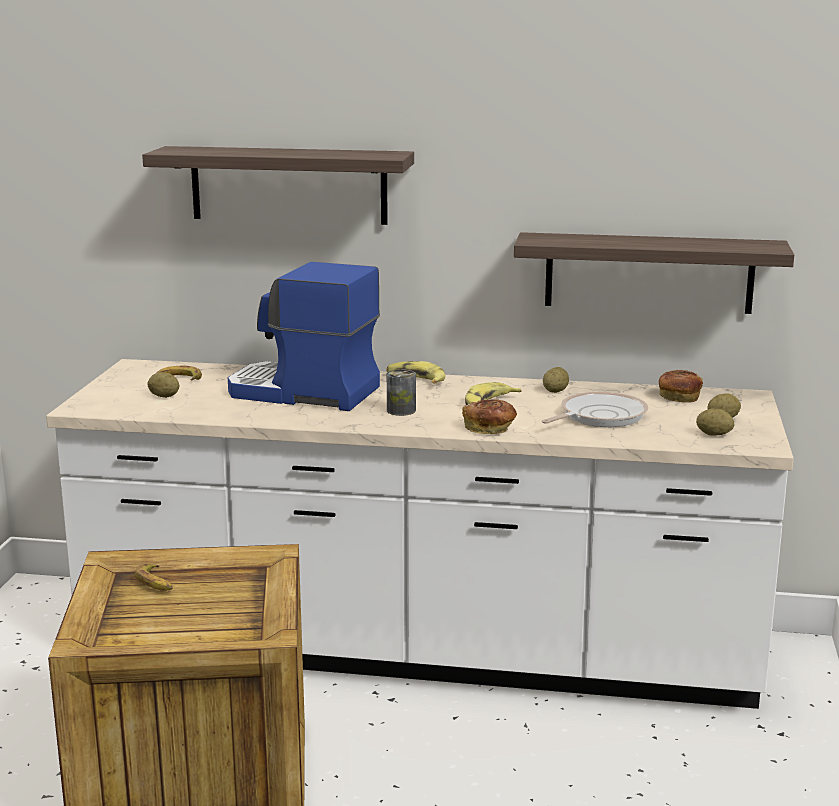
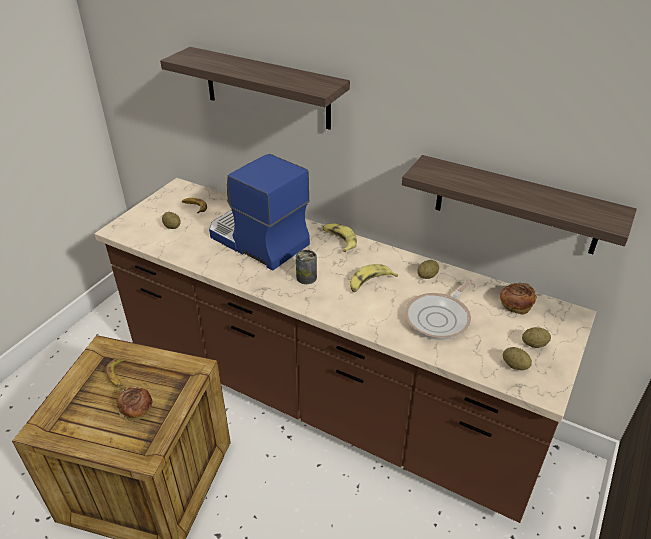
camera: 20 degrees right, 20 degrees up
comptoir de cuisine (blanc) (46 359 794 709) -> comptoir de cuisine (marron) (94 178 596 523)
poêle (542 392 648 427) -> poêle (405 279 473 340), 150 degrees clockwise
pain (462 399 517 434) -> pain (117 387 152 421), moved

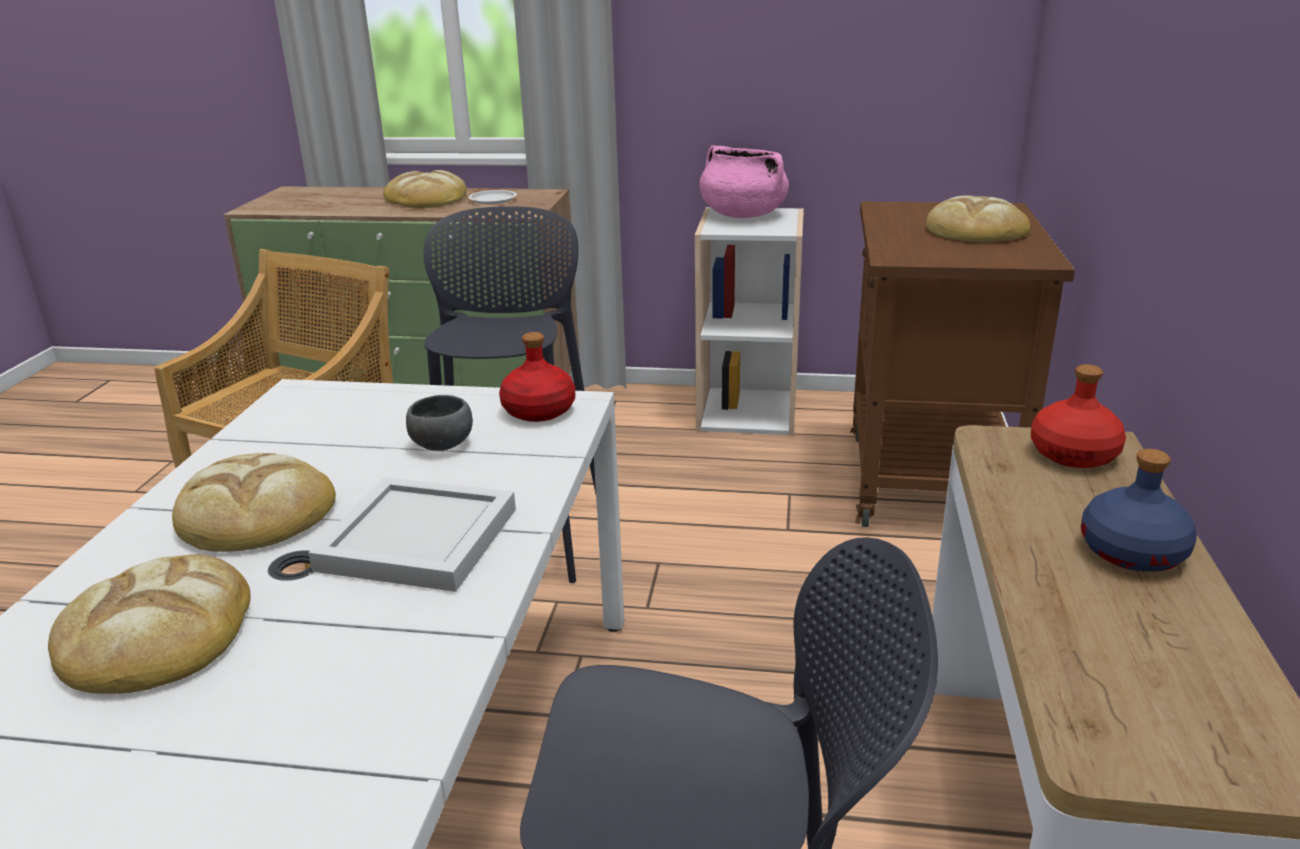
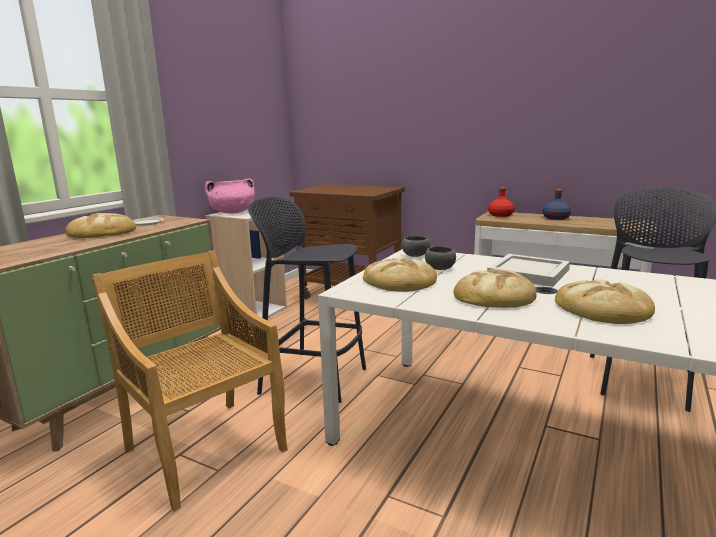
camera: 70 degrees left, 10 degrees down
pain (926 195 1030 242) -> pain (363 257 437 292), moved
bouteille (rouge) (499 332 575 422) -> bol (gris) (402 236 430 257)

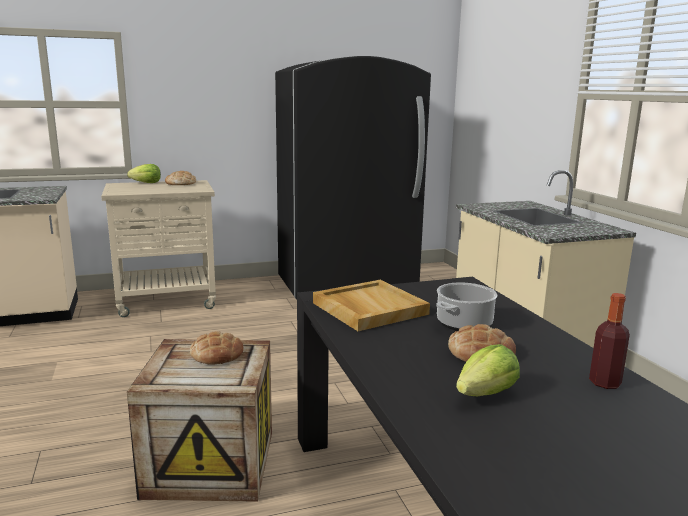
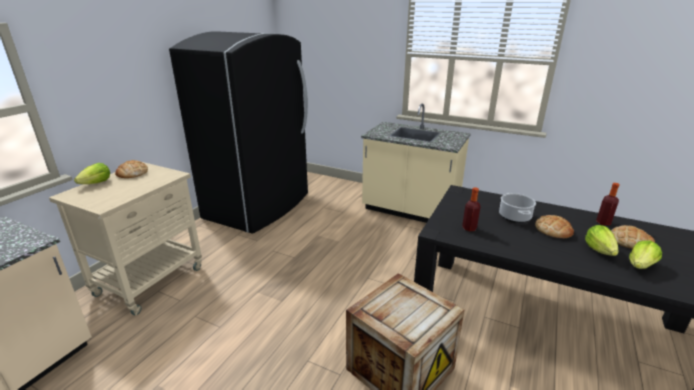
camera: 45 degrees left, 10 degrees up
plateau (beige) (313 280 430 331) -> bouteille (462 187 481 231)
pain (190 331 244 365) -> pain (611 225 655 249), moved
none -> laitue (629 241 662 269)

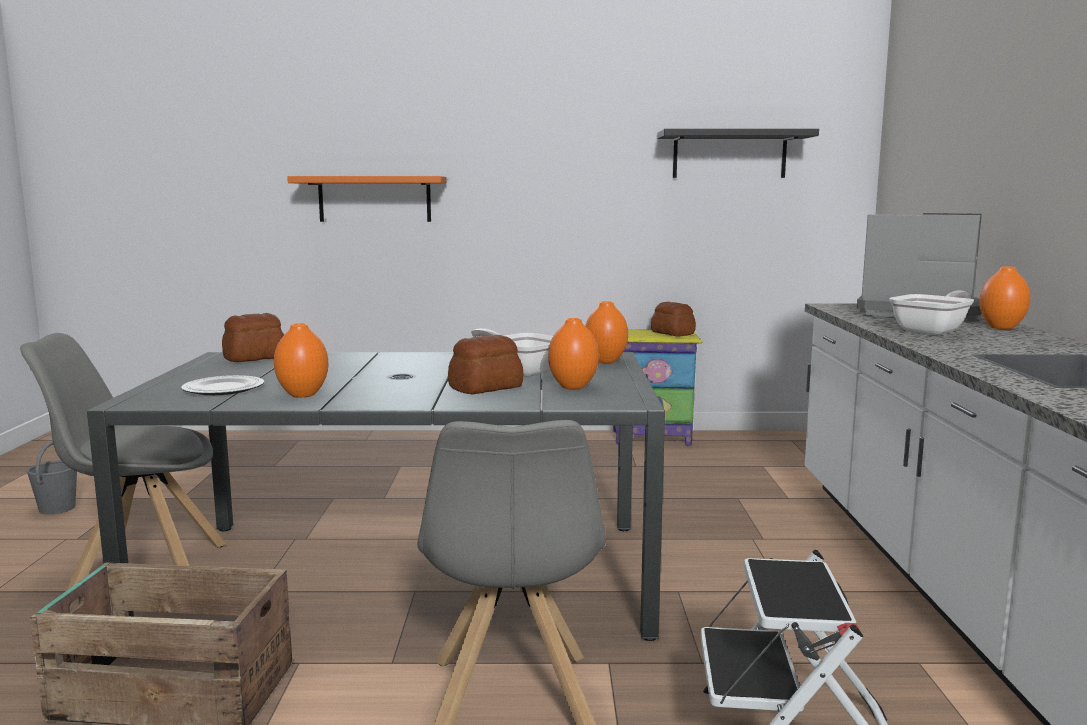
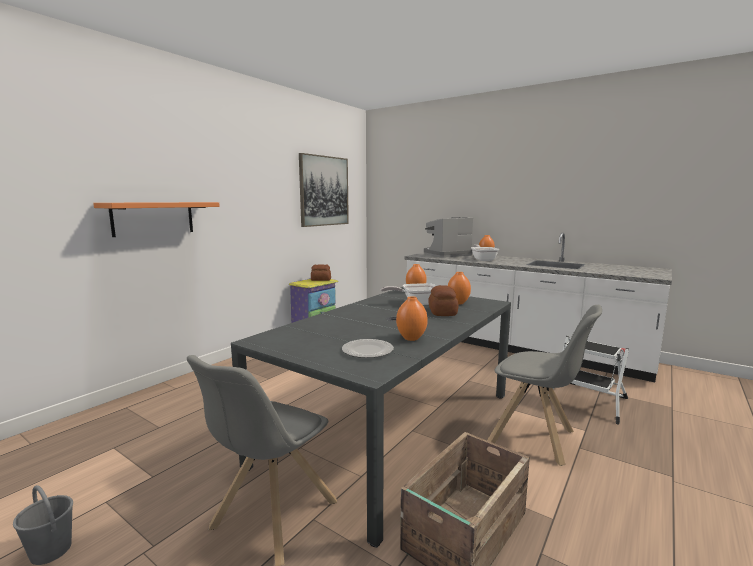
camera: 55 degrees left, 0 degrees up
étagère (noir) (657 129 819 178) -> tableau (299 153 349 227)
pain (222 313 284 362) -> none

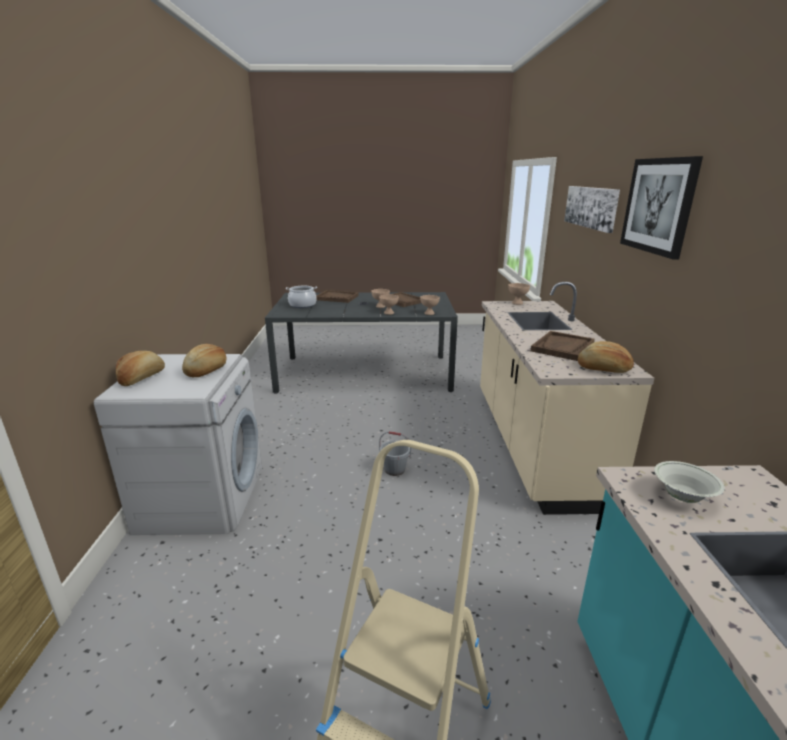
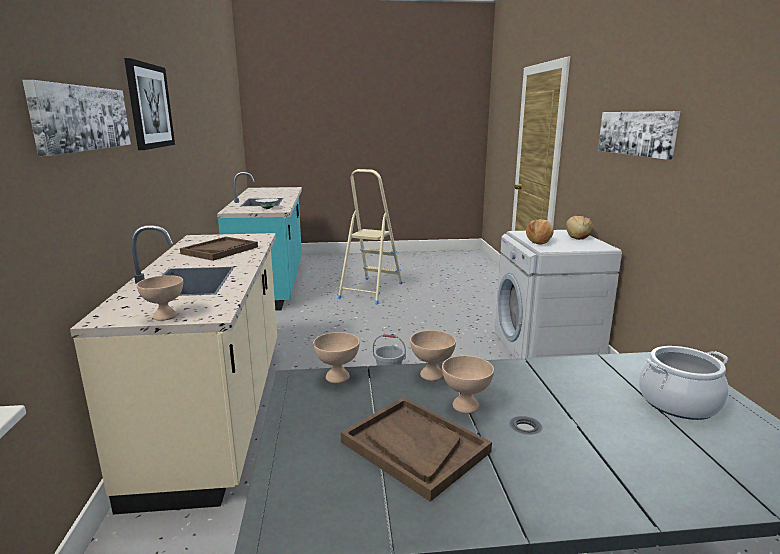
camera: 175 degrees right, 5 degrees down
plateau (marron) (316 290 359 303) -> none
pain (578 341 634 373) -> none
none -> tableau (598 111 681 160)

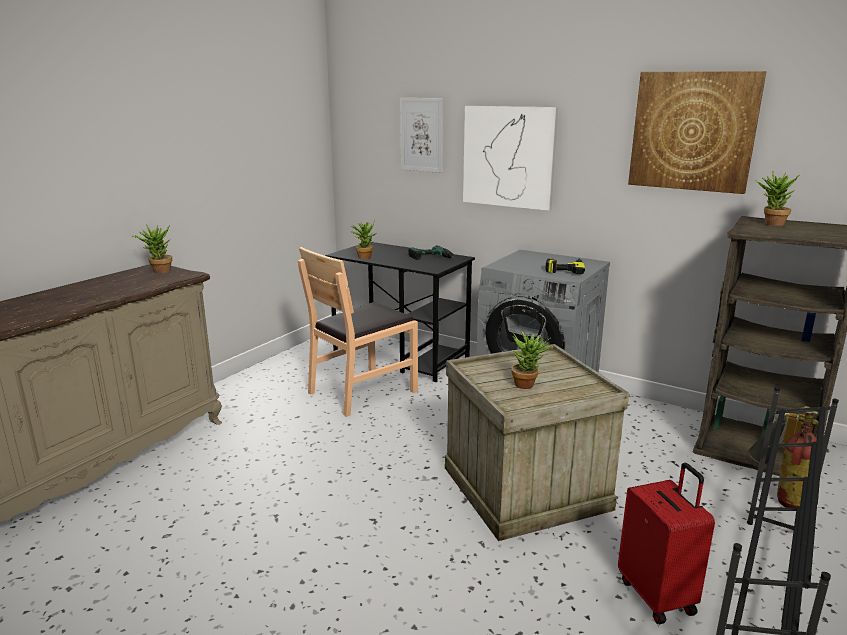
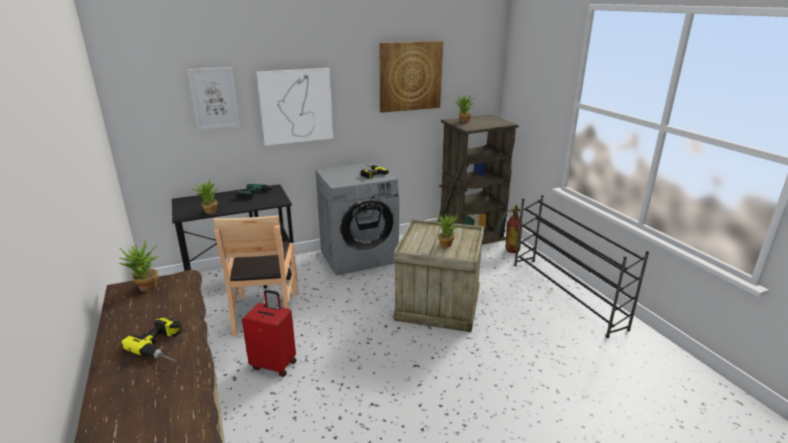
camera: 55 degrees left, 5 degrees up
valise (rouge) (618 463 715 624) -> valise (rouge) (242 290 296 377), moved
none -> perceuse (121 317 182 362)

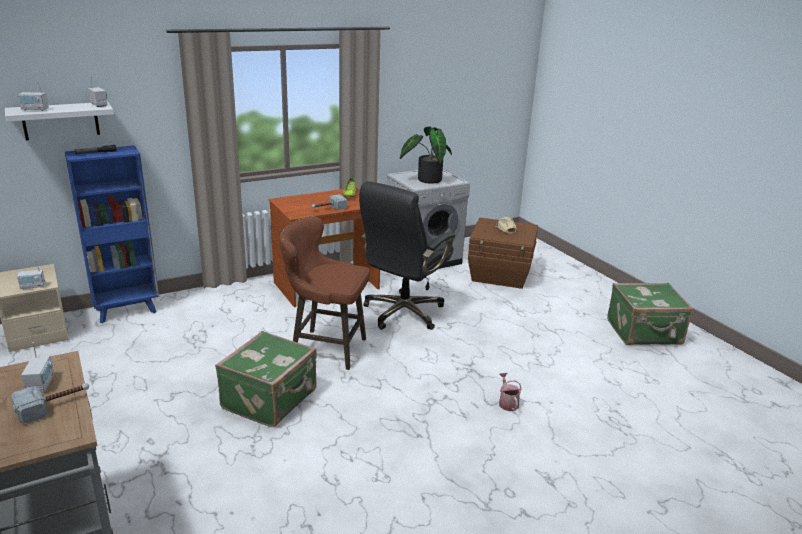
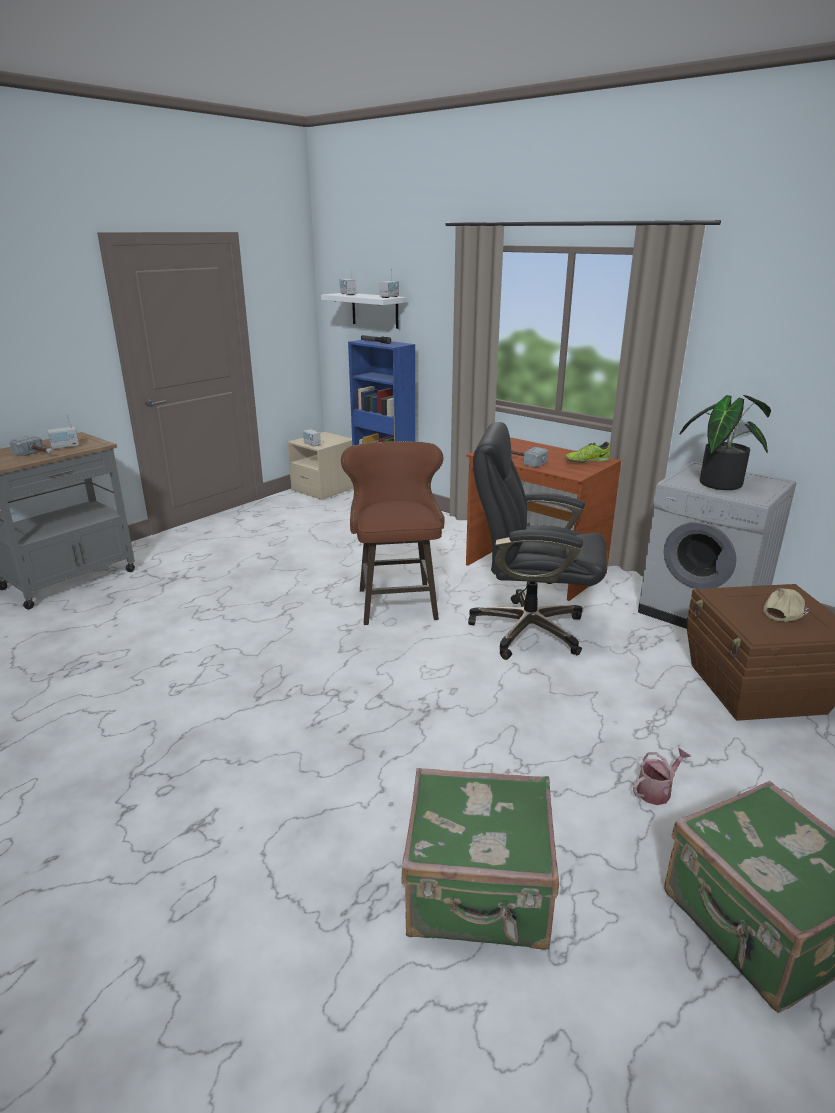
camera: 70 degrees right, 0 degrees up
valise (vert) (215 331 317 427) -> valise (vert) (401 768 559 950), moved
arrosoir (499 373 522 411) -> arrosoir (633 748 691 805), moved

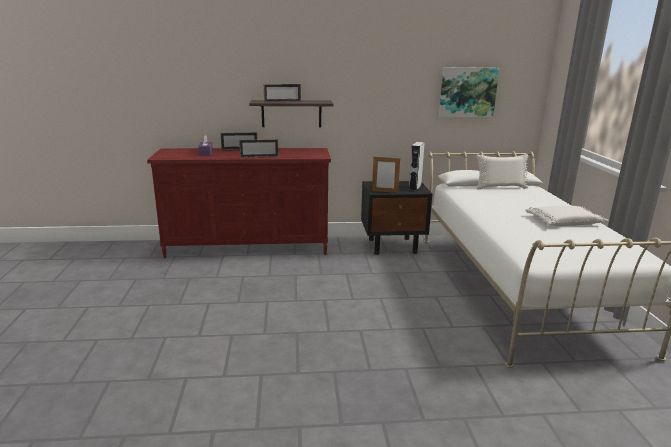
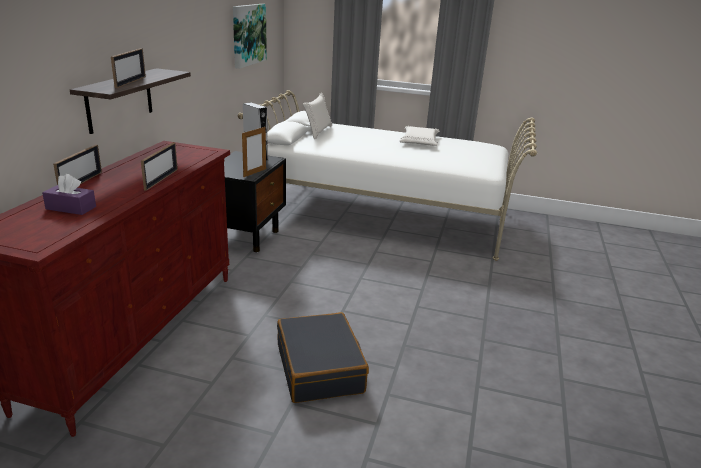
camera: 70 degrees left, 5 degrees up
none -> valise (noir) (277 312 369 403)

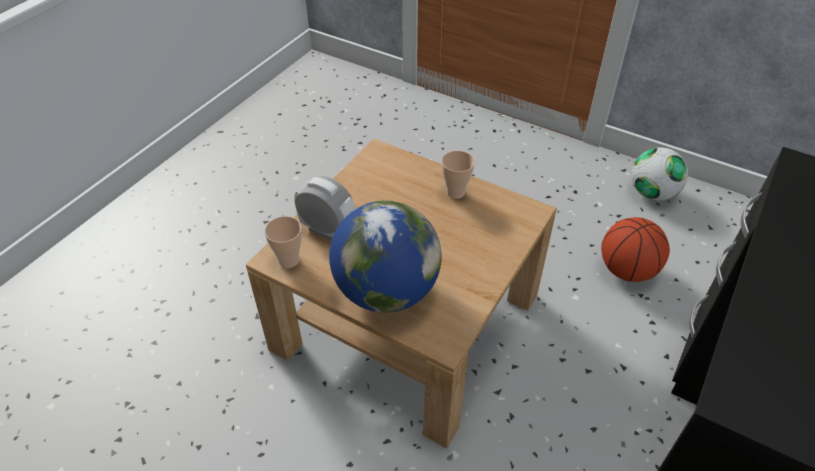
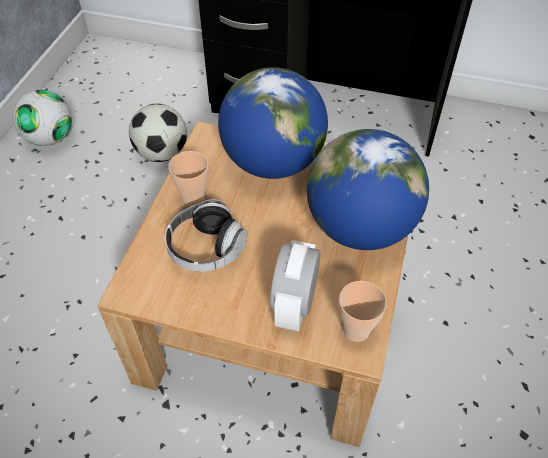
camera: 105 degrees left, 5 degrees up
ballon de basket (601 217 670 282) -> ballon de foot (129 104 187 162)
none -> globe (218 67 328 179)
none -> casque audio (165 199 247 272)

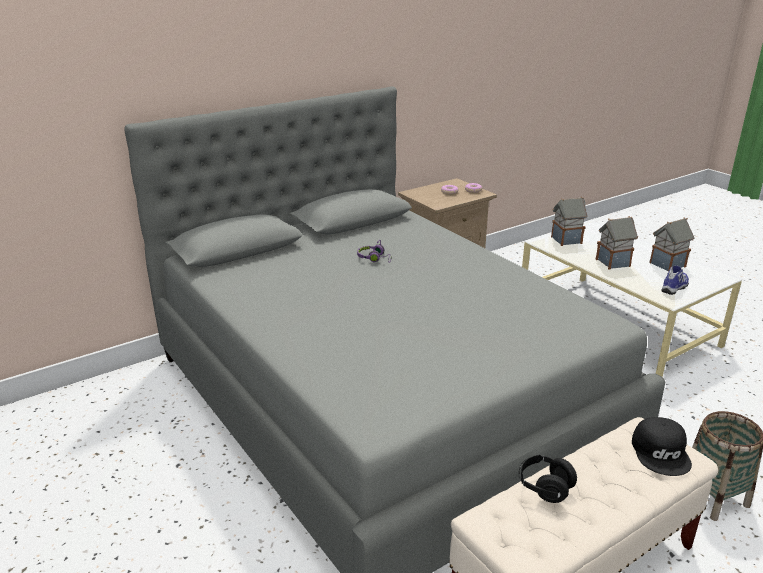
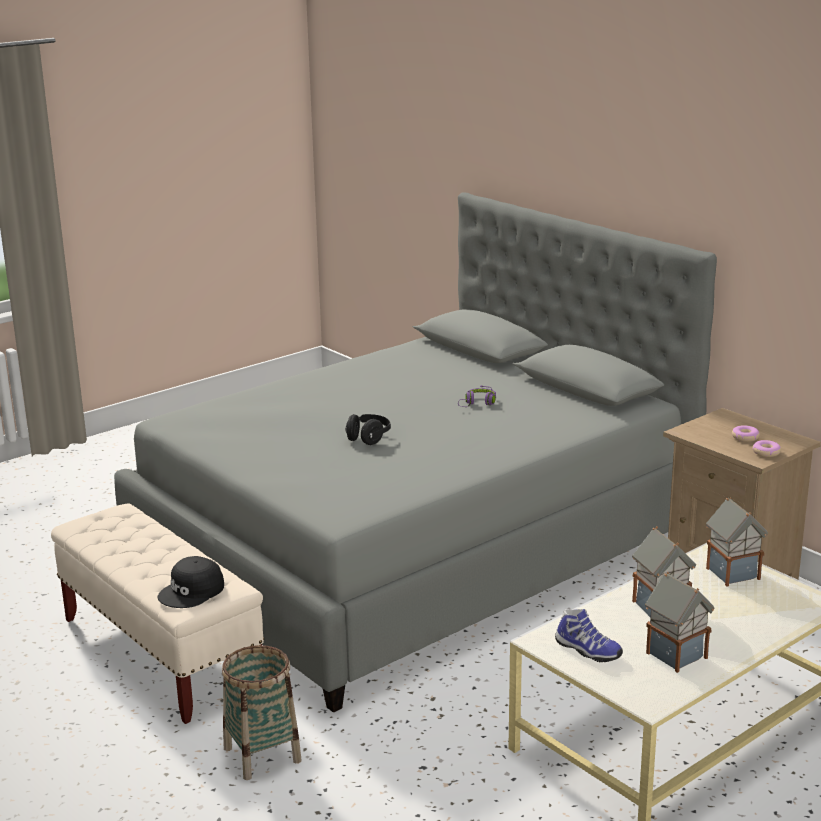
camera: 85 degrees right, 5 degrees down
casquette (noir) (632 417 692 476) -> casquette (noir) (158 556 224 608), 45 degrees counterclockwise
casque audio (noir) (519 455 578 503) -> casque audio (noir) (345 414 391 445), moved

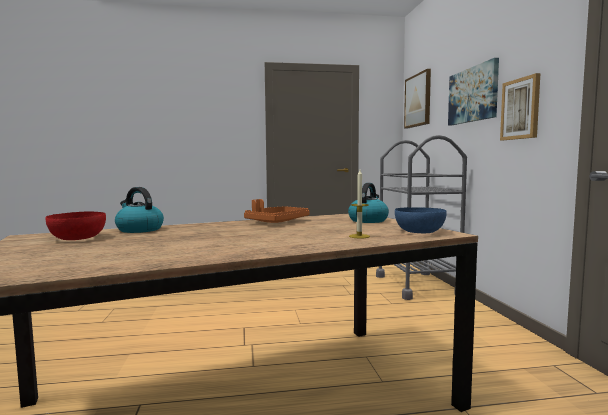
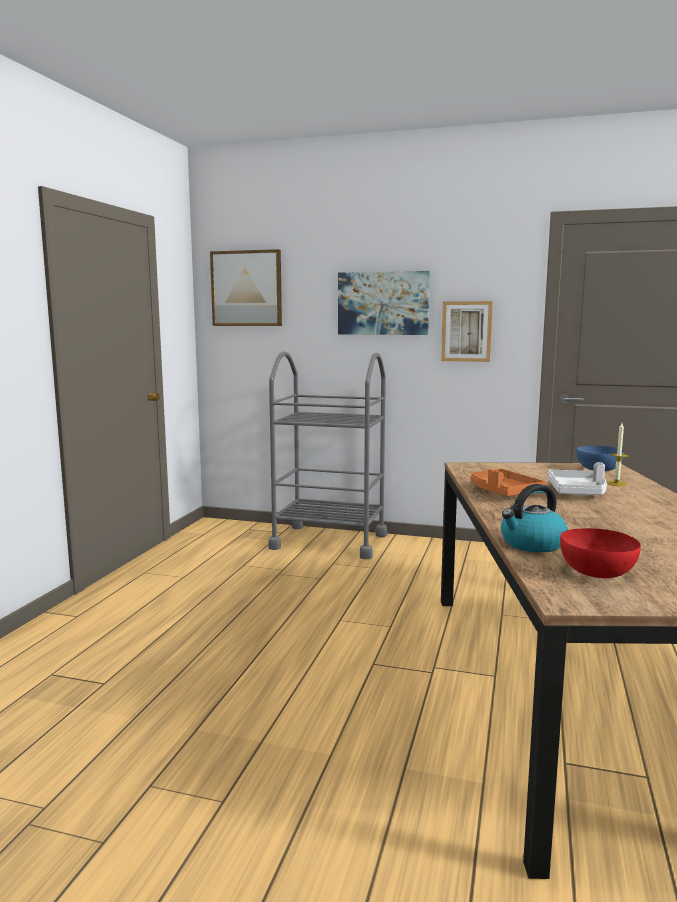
camera: 65 degrees left, 5 degrees up
bouilloire (348 183 389 223) -> none
none -> plateau (blanc) (547 462 607 496)

